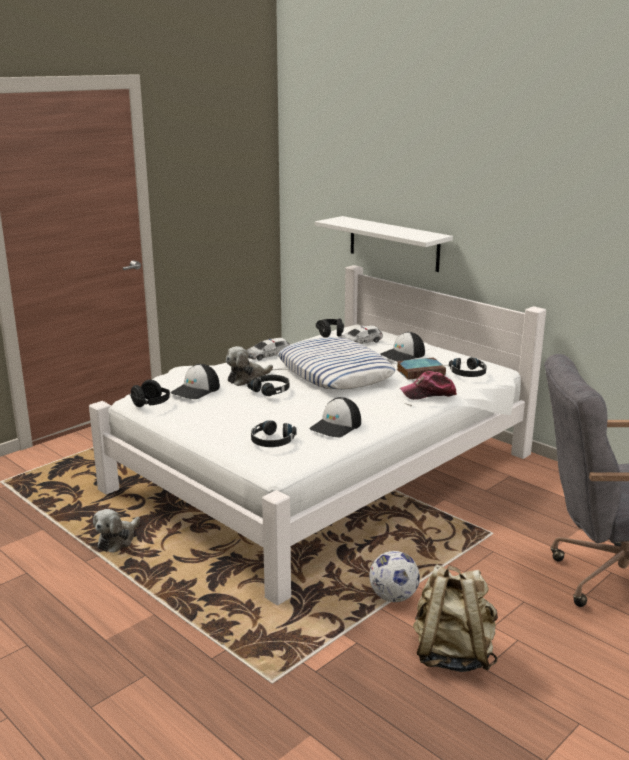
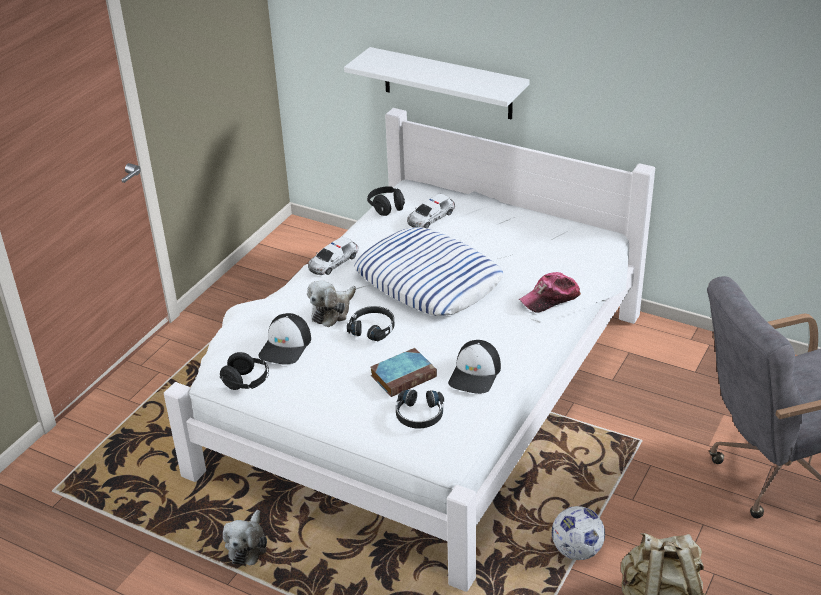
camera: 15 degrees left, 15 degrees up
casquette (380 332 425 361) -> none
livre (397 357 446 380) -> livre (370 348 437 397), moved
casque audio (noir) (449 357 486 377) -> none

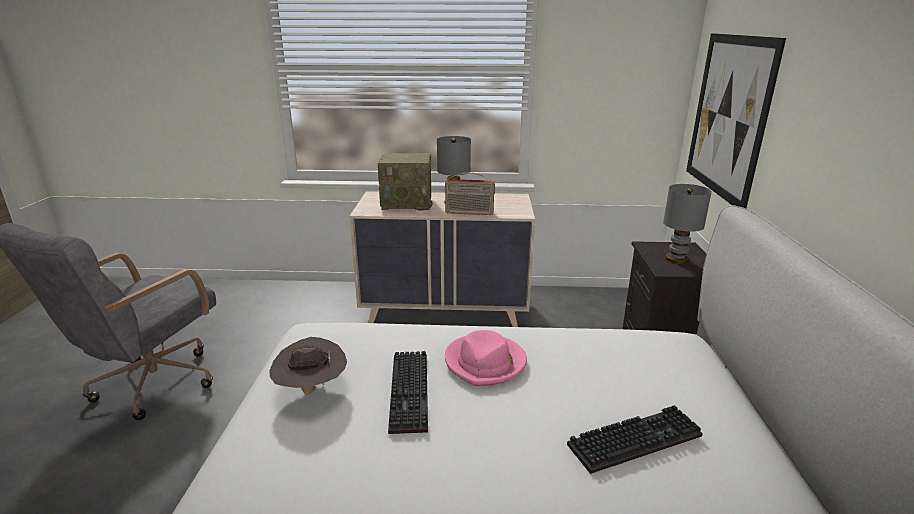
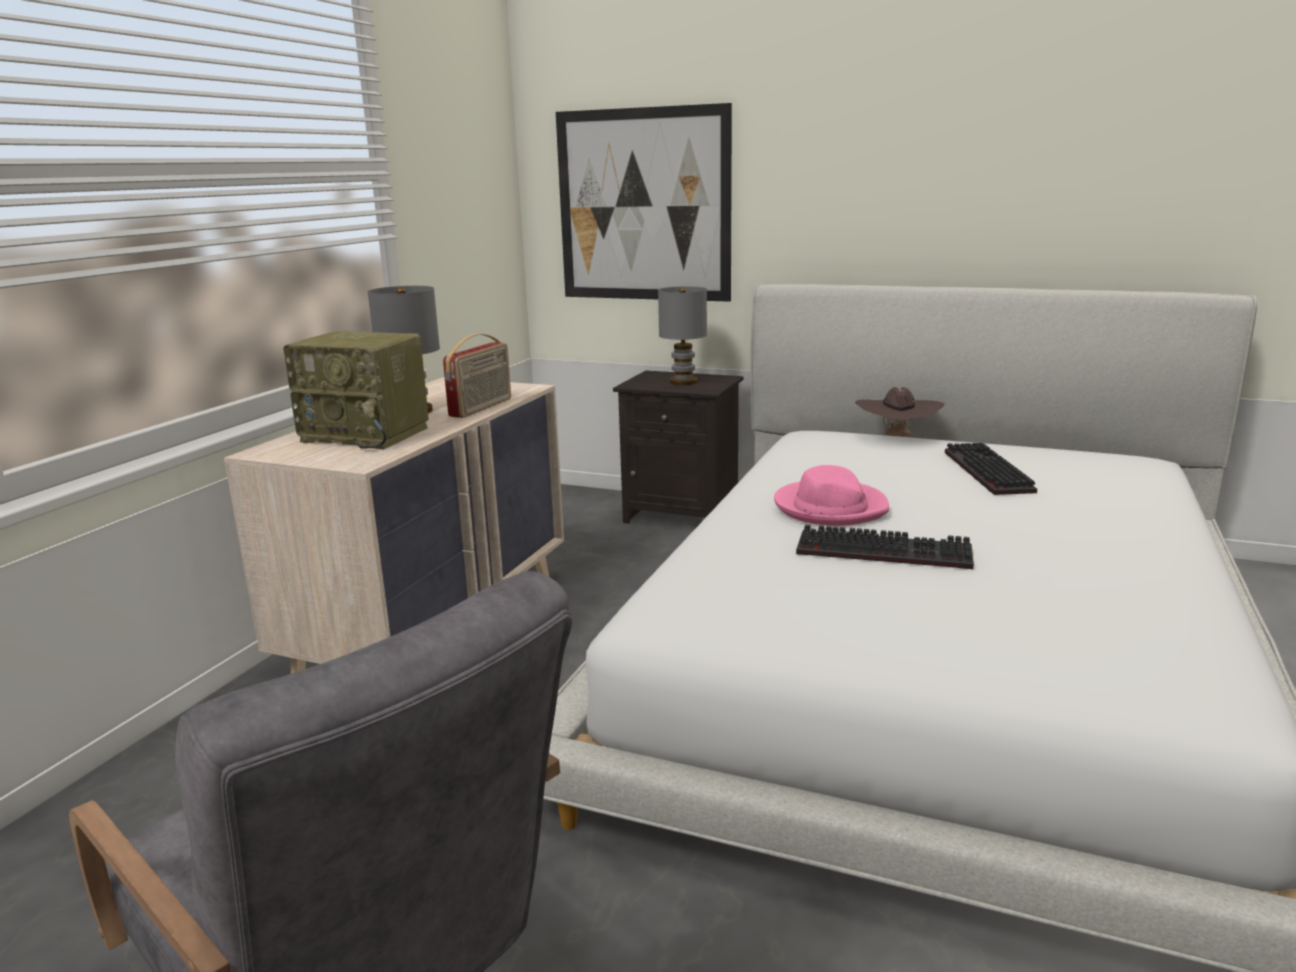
camera: 70 degrees left, 5 degrees down
radio (378 153 433 210) -> radio (283 331 429 449), 90 degrees clockwise
chapeau (marron) (269 337 347 395) -> chapeau (marron) (855 387 945 436), moved

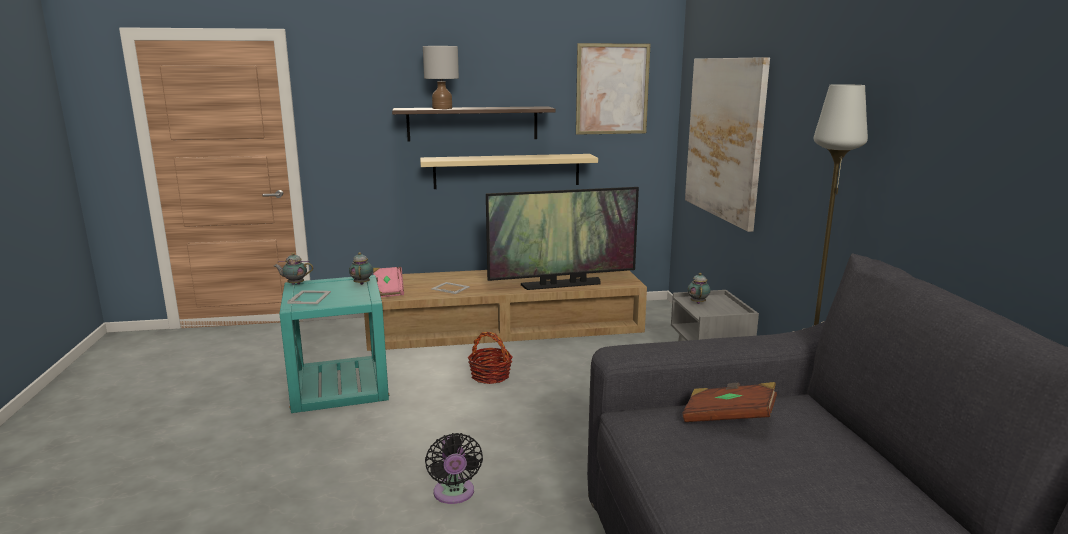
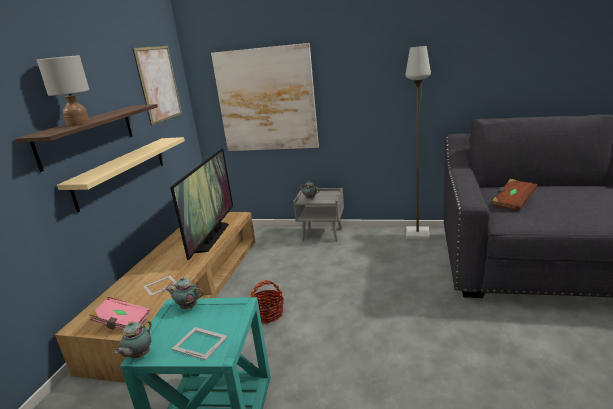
camera: 65 degrees left, 5 degrees up
ventilateur (noir) (425 433 483 504) -> none

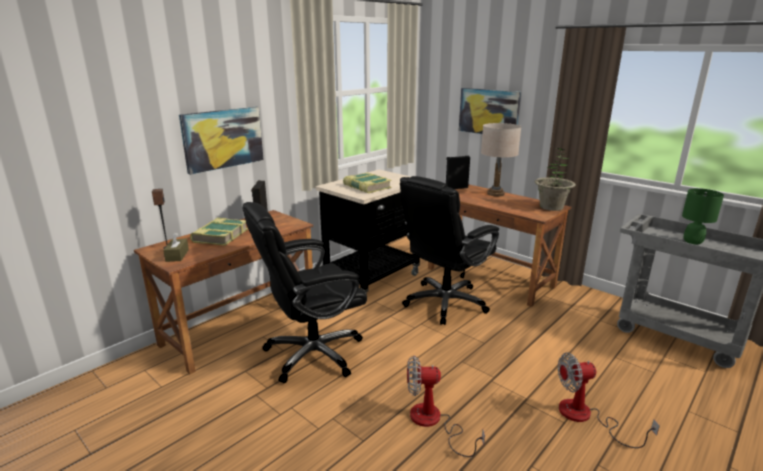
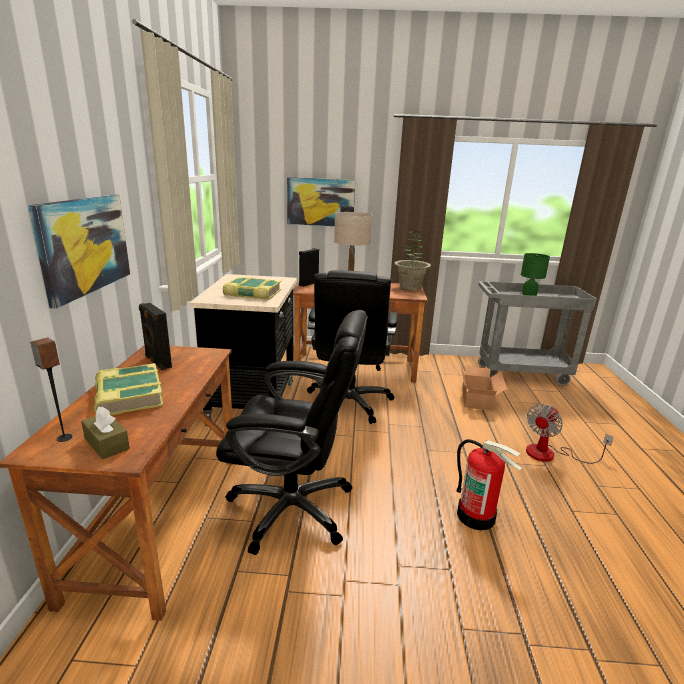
camera: 40 degrees left, 0 degrees up
chaise de bureau (noir) (242 202 367 383) -> chaise de bureau (noir) (216 310 368 555), 105 degrees counterclockwise
ventilateur (407 356 485 457) -> extincteur (457 439 522 530)
none -> carton (461 366 507 411)

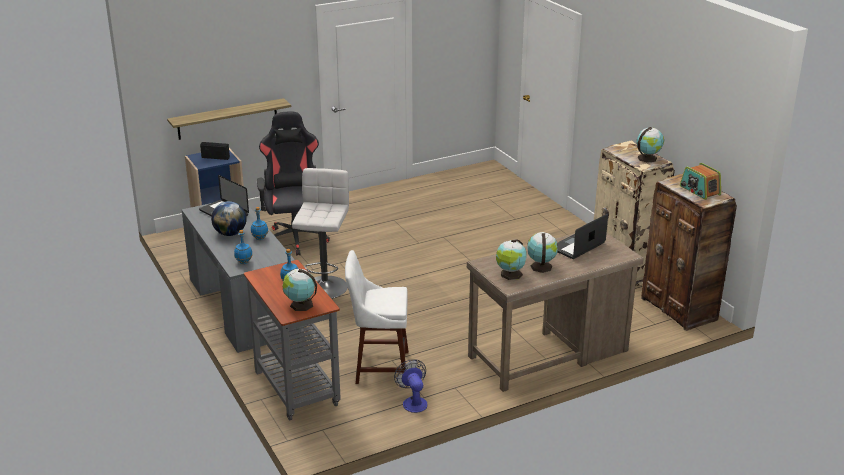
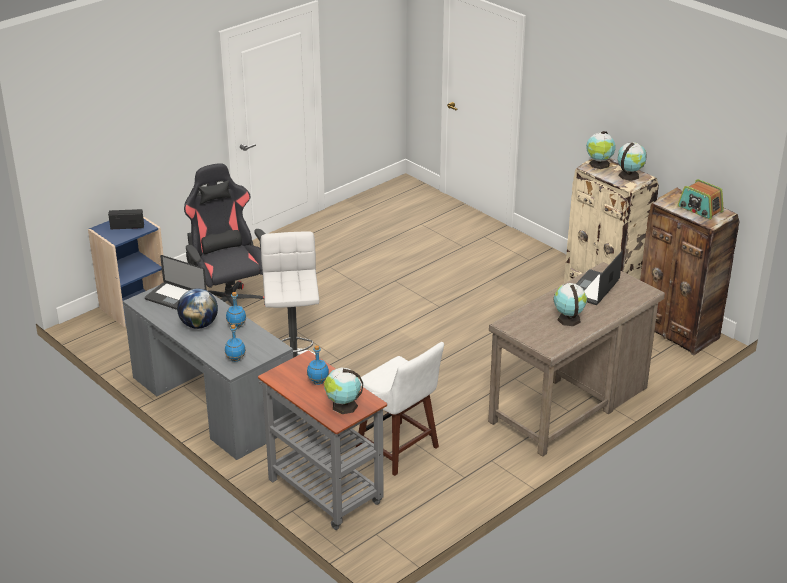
camera: 15 degrees left, 5 degrees up
étagère (167 98 291 140) -> none
globe (496 239 527 280) -> globe (586 131 616 169), moved
chaise (blanc) (345 250 409 384) -> chaise (blanc) (356 342 444 476), 120 degrees counterclockwise
ventilateur (394 359 427 413) -> none

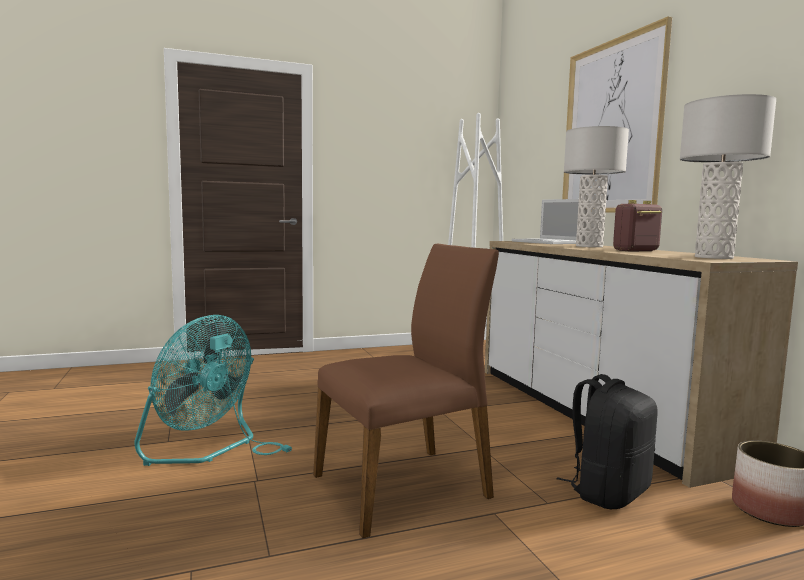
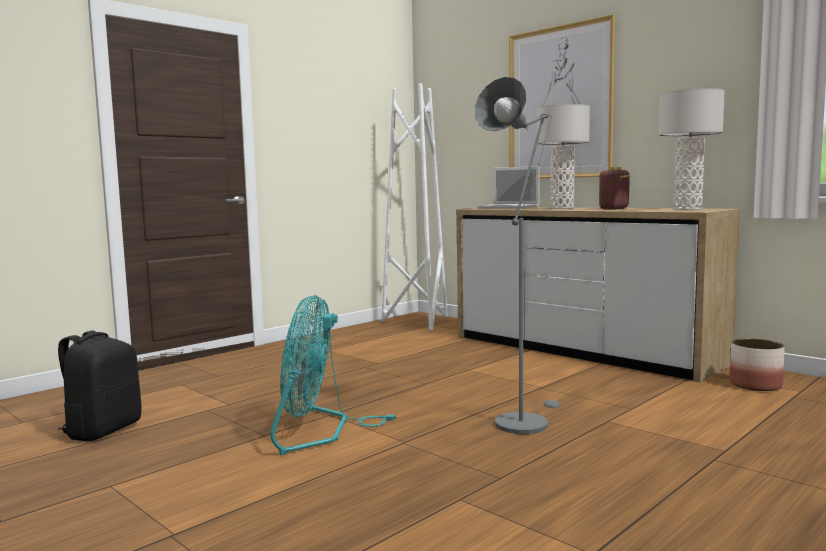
camera: 25 degrees left, 0 degrees up
chaise (marron) (313 244 499 538) -> lampadaire (gris) (475 77 560 434)
sac à dos (noir) (556 374 658 509) -> sac à dos (noir) (58 331 142 441), moved

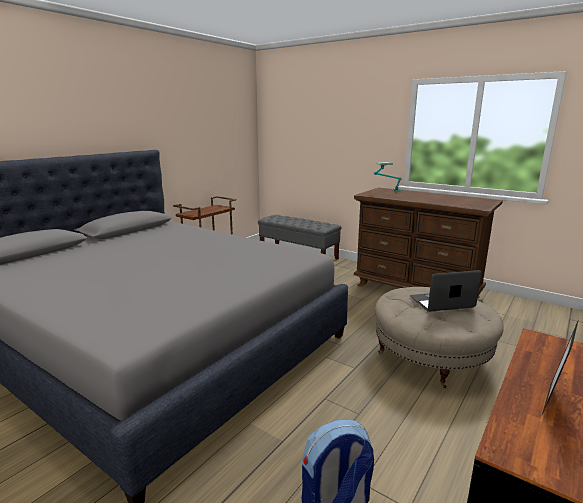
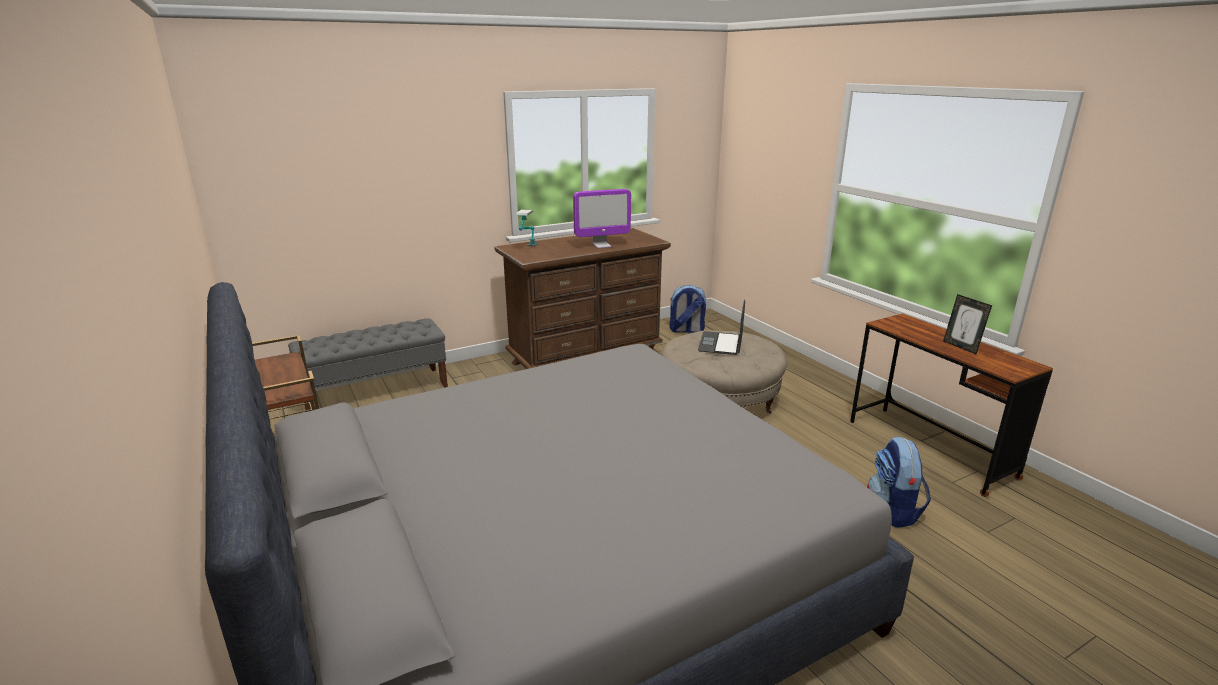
camera: 65 degrees left, 5 degrees up
none -> écran d'ordinateur (573 189 631 248)
none -> sac à dos (670 285 706 333)

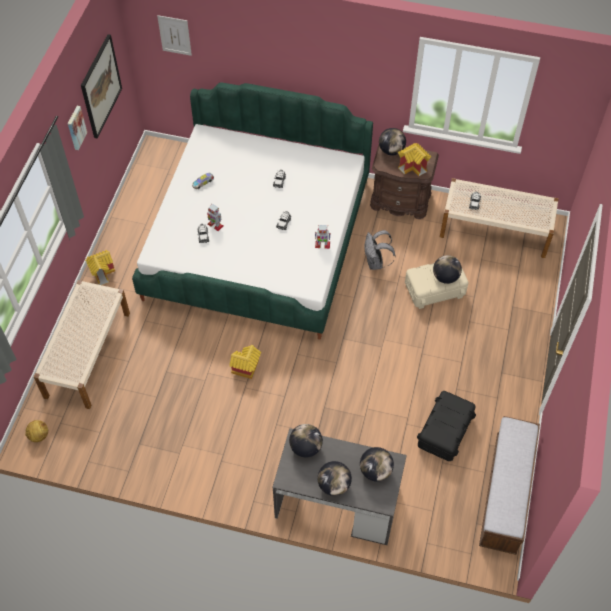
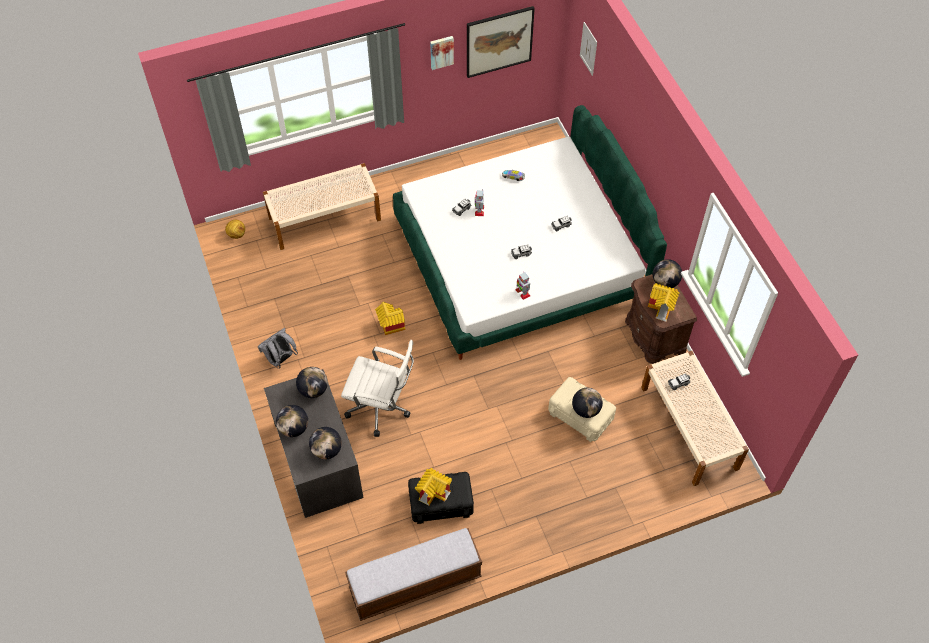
camera: 55 degrees right, 0 degrees up
sac à dos (gris) (365 230 396 270) -> sac à dos (gris) (258 327 298 369), moved
maison miniature (85 250 115 285) -> maison miniature (415 468 452 506), moved
none -> chaise de bureau (blanc) (341 340 414 437)

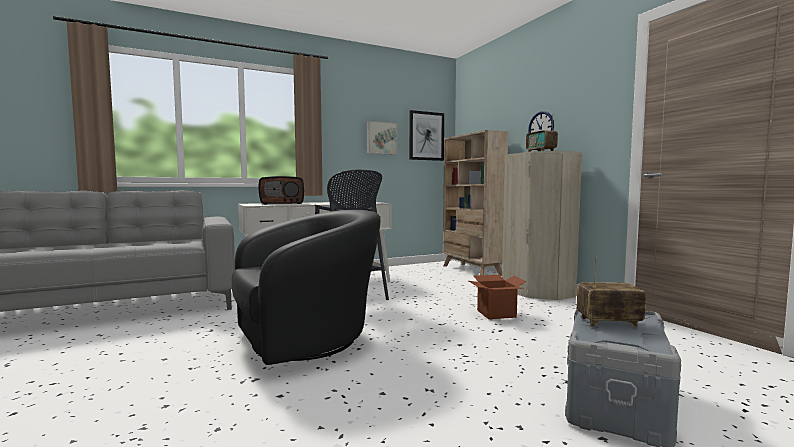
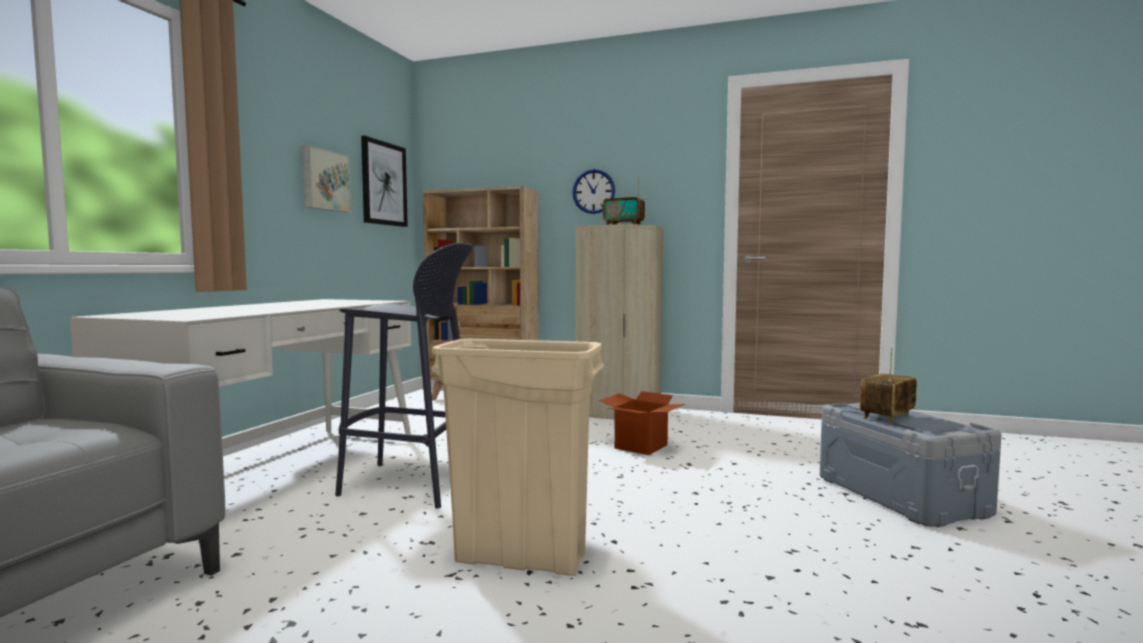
camera: 45 degrees left, 0 degrees up
radio (259 176 304 204) -> none
fauteuil (noir) (232 210 380 365) -> poubelle (beige) (431 339 604 576)

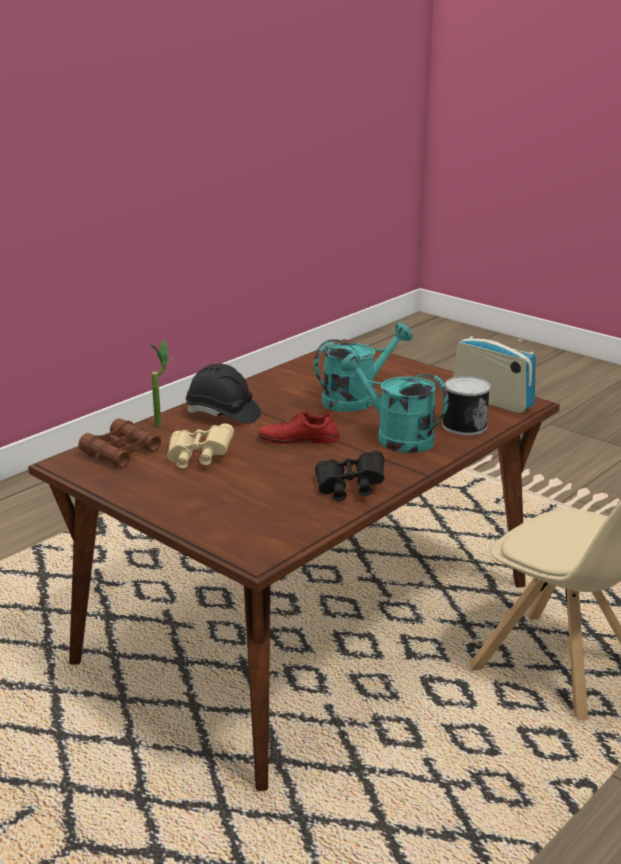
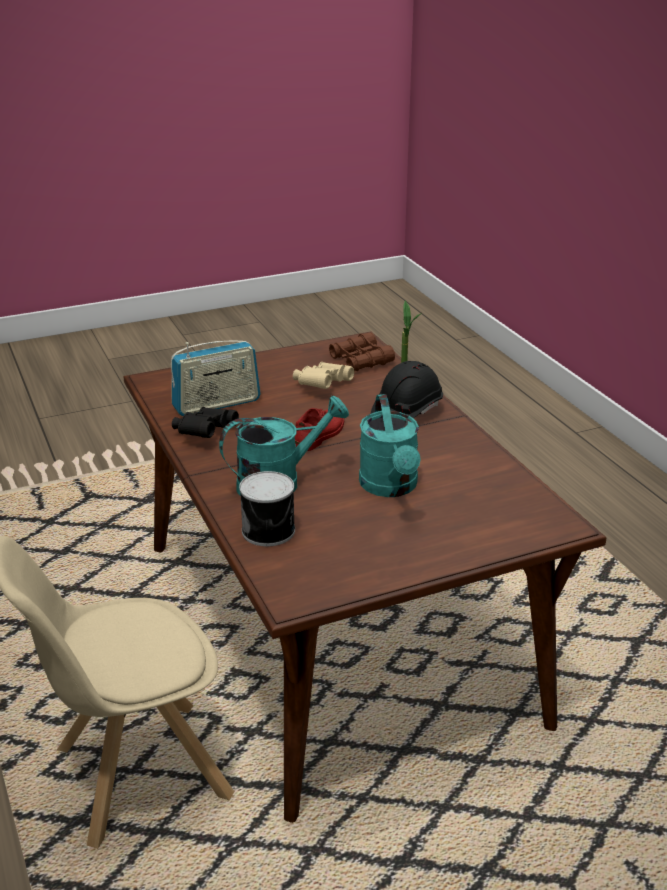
camera: 115 degrees right, 5 degrees up
radio (453 336 536 413) -> radio (171 340 261 416), moved

